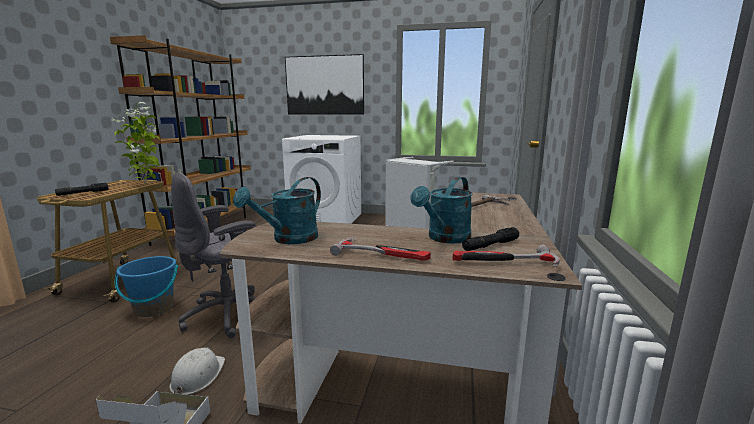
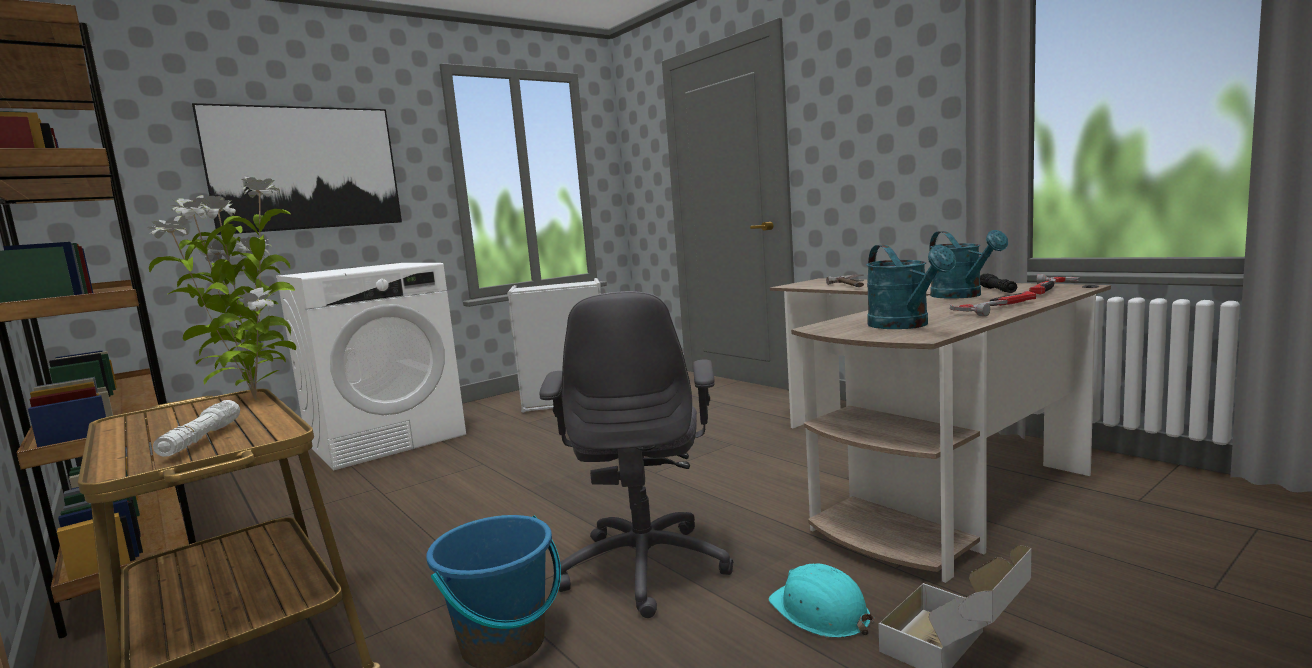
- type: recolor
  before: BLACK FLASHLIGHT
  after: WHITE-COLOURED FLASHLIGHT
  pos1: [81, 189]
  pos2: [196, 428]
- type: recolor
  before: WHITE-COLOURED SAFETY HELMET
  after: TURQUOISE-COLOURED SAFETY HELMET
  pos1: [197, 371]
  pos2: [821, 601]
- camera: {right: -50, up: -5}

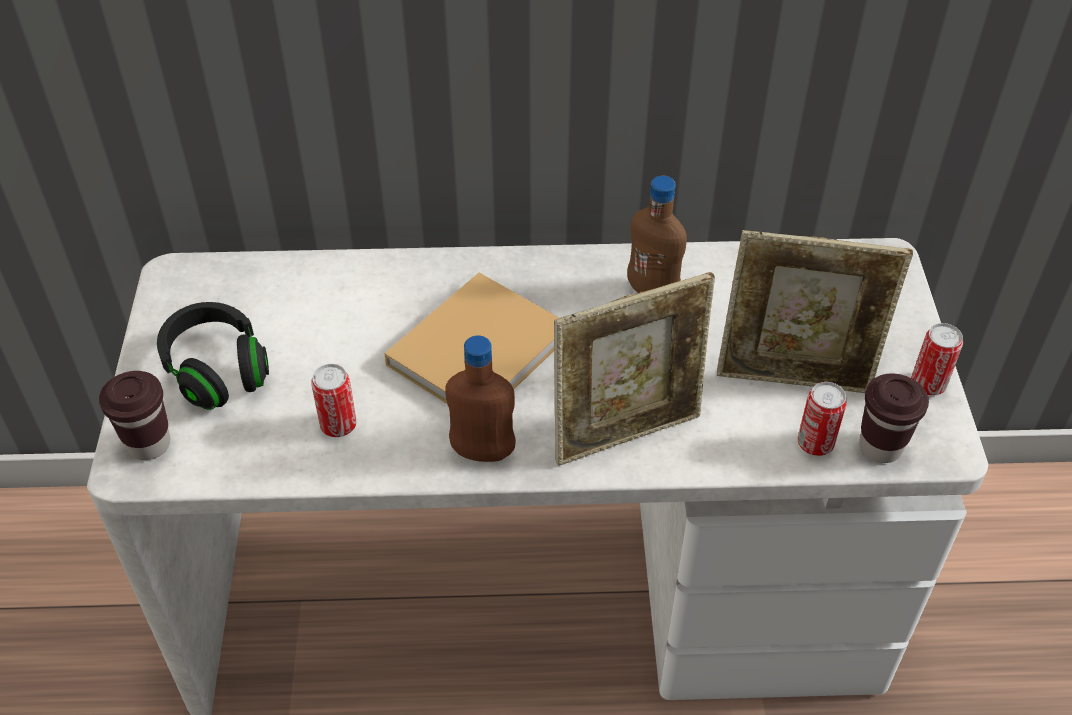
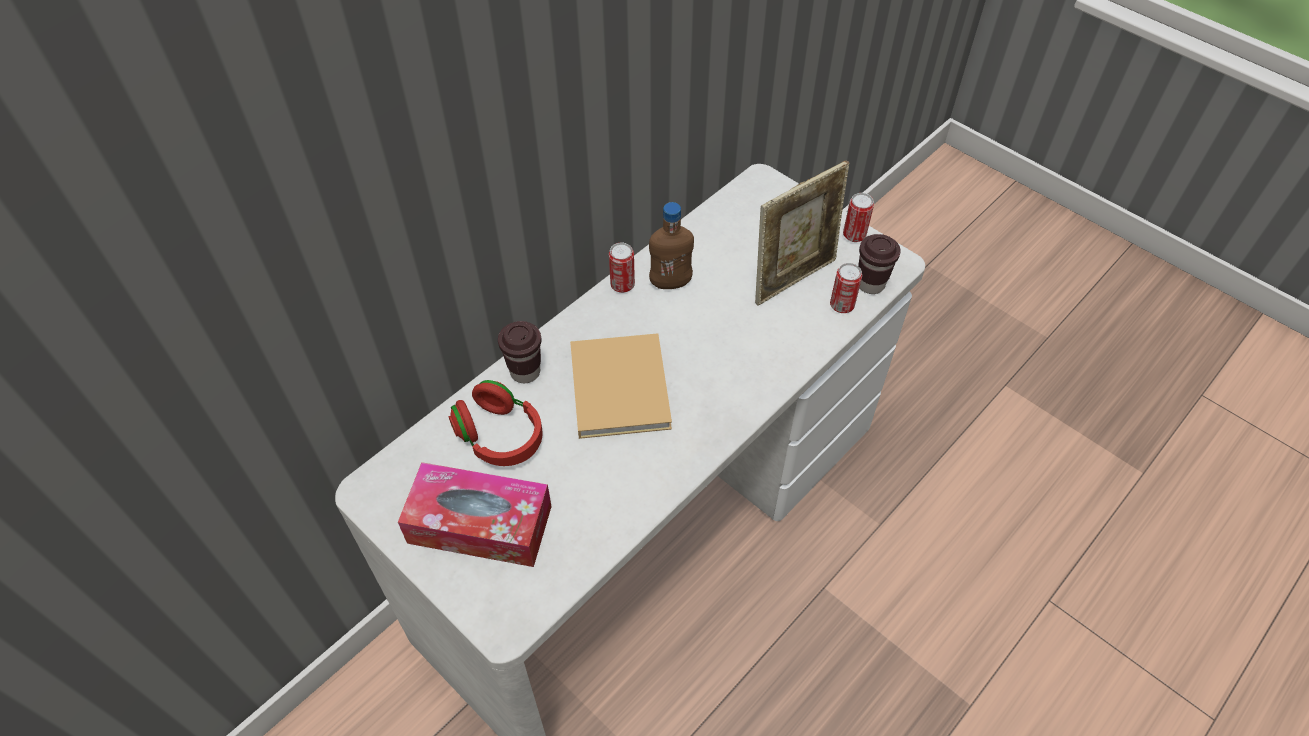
- type: move
  before: BROWN-COLOURED DRINKING CUP
  pos1: [134, 415]
  pos2: [519, 352]
- type: replace
  before: BLACK PAIR OF HEADPHONES
  after: TISSUE BOX
  pos1: [213, 356]
  pos2: [475, 514]
- type: move
  before: SEALED CAN
  pos1: [334, 400]
  pos2: [622, 268]
- type: delete
  before: BROWN-COLOURED DRINK BOTTLE
  pos1: [480, 398]
- type: delete
  before: PICTURE FRAME
  pos1: [634, 369]
- type: insert
  after: REDDISH PAIR OF HEADPHONES
  pos2: [495, 423]
- camera: {right: -45, up: 5}

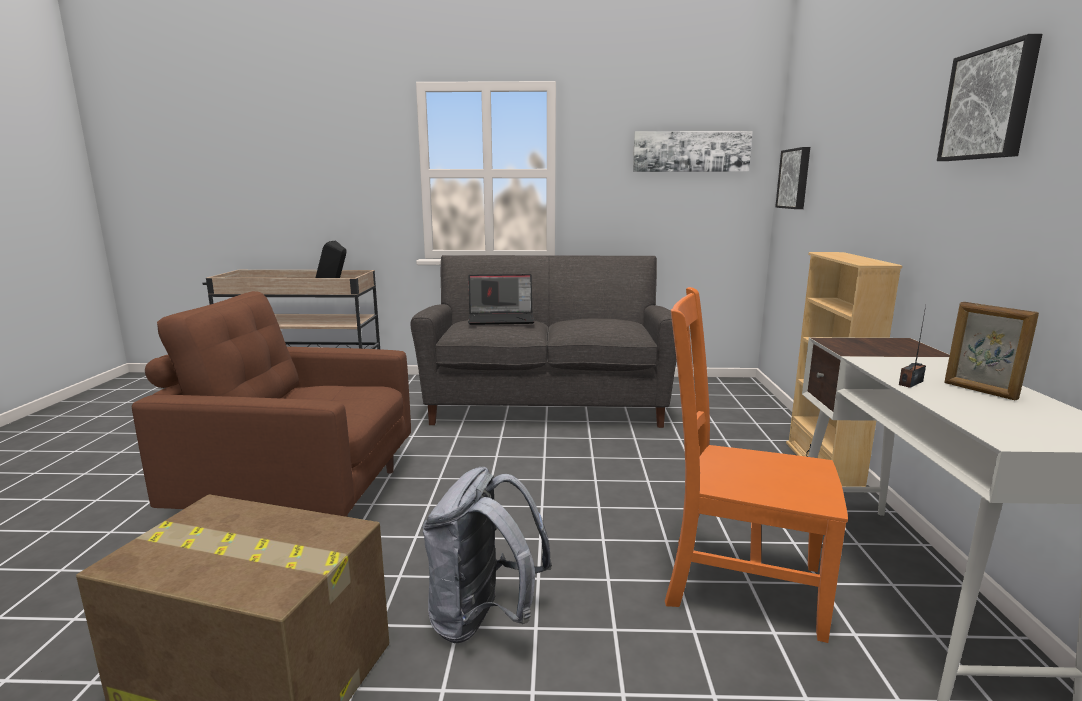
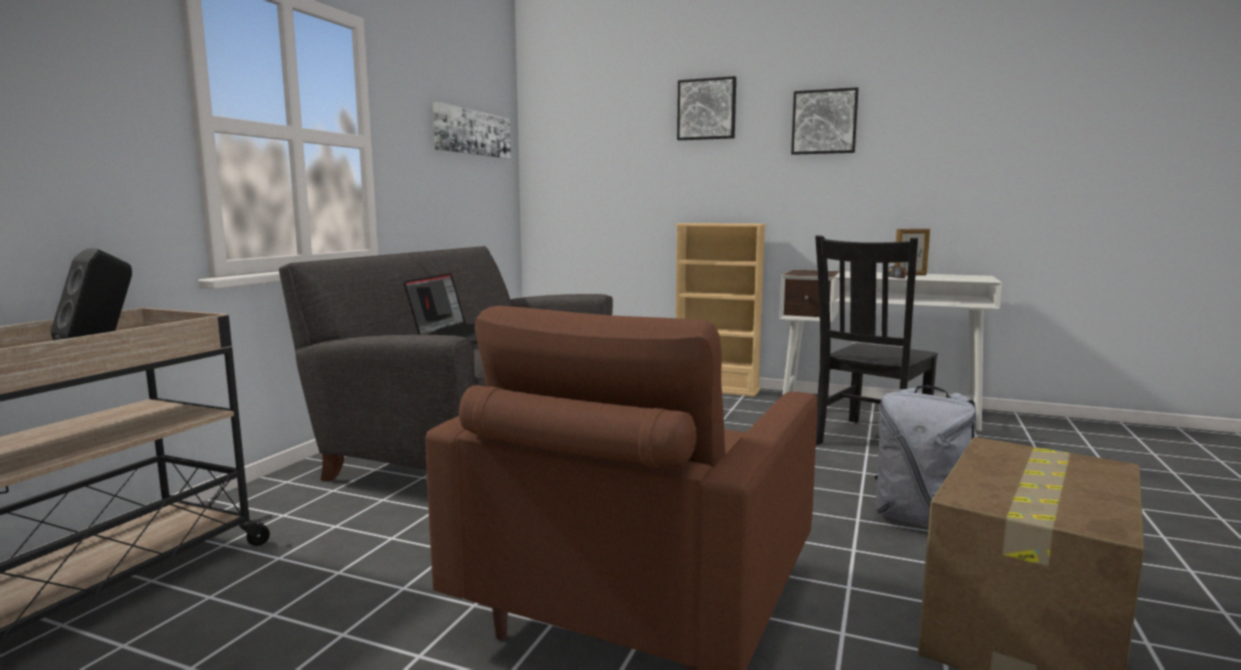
- type: recolor
  before: ORANGE-COLOURED PLAIN CHAIR
  after: BLACK PLAIN CHAIR
  pos1: [756, 465]
  pos2: [876, 340]
- type: move
  before: WALL ART
  pos1: [792, 178]
  pos2: [706, 108]
- camera: {right: -70, up: -5}

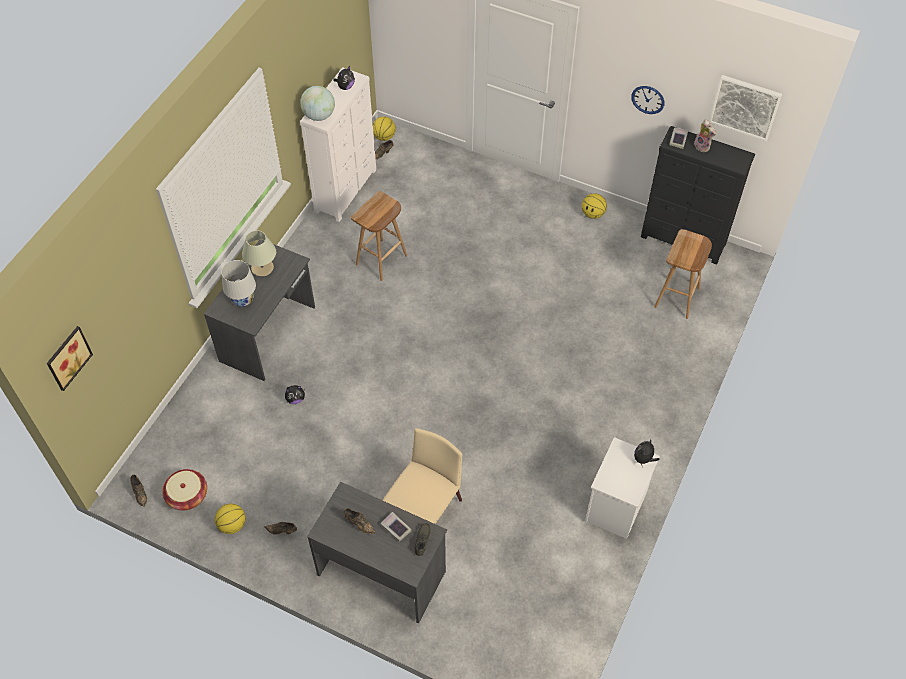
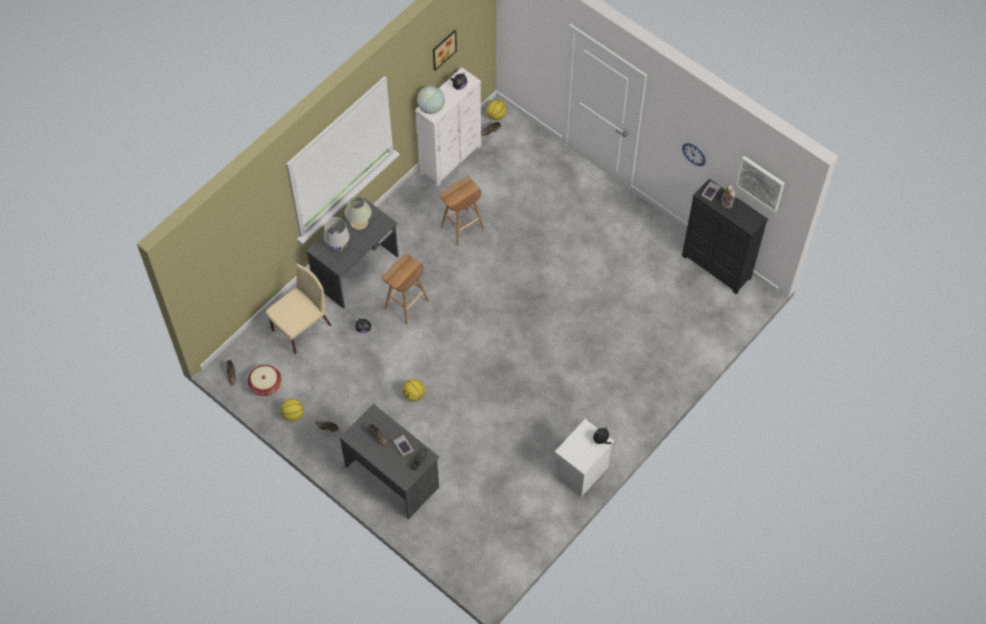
- type: move
  before: WALL ART
  pos1: [70, 358]
  pos2: [445, 50]
- type: move
  before: BEIGE-COLOURED PLAIN CHAIR
  pos1: [422, 476]
  pos2: [298, 309]
- type: move
  before: BASKETBALL BALL
  pos1: [594, 206]
  pos2: [413, 390]
- type: move
  before: BROWN-COLOURED STOOL SEAT
  pos1: [683, 274]
  pos2: [405, 289]
- camera: {right: 15, up: 5}

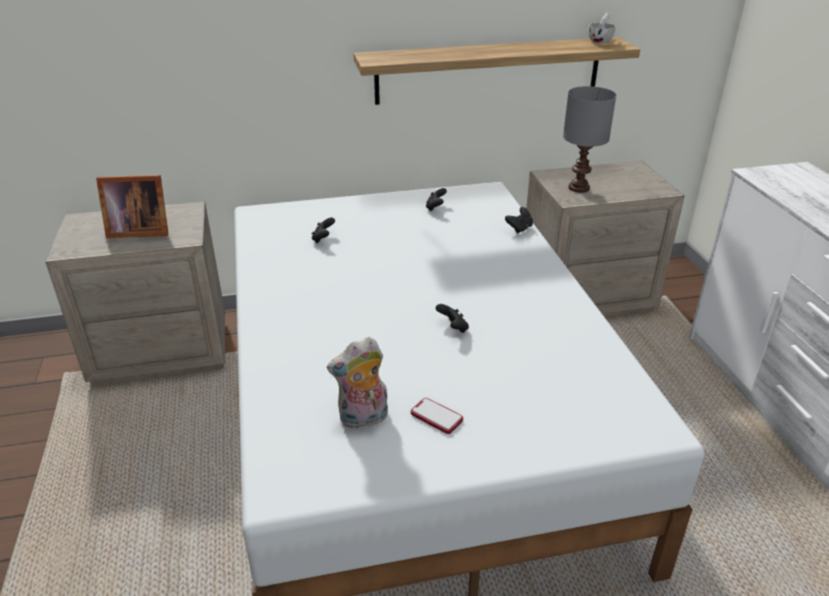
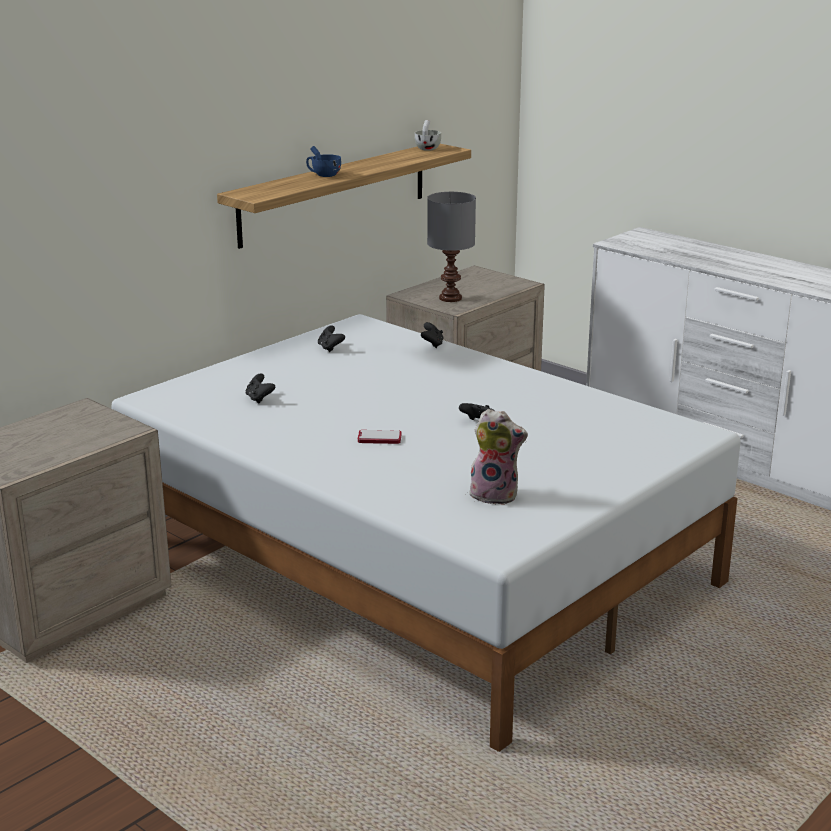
- type: delete
  before: PICTURE FRAME
  pos1: [132, 206]
- type: rotate
  before: CUDDLY TOY
  pos1: [357, 383]
  pos2: [498, 457]
  turn: -105
- type: move
  before: HANDSET
  pos1: [437, 416]
  pos2: [379, 437]
- type: insert
  after: BLUE DRINKING CUP
  pos2: [323, 161]
- camera: {right: -35, up: -10}

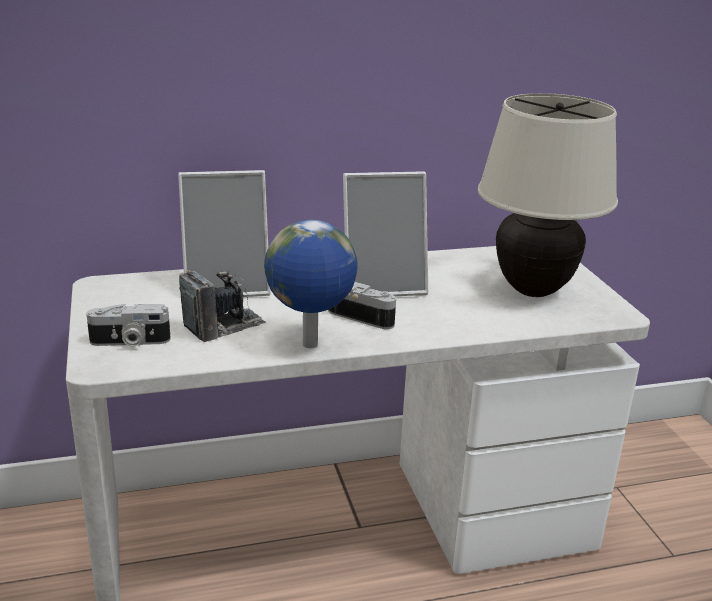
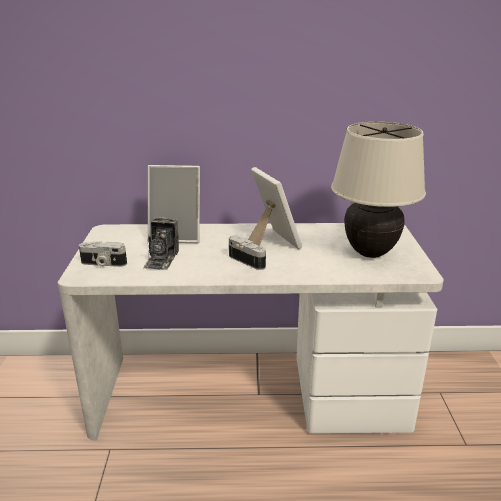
- type: rotate
  before: STILL CAMERA
  pos1: [223, 306]
  pos2: [161, 243]
  turn: 120
- type: delete
  before: DESK GLOBE
  pos1: [311, 284]
- type: rotate
  before: PICTURE FRAME
  pos1: [385, 233]
  pos2: [275, 208]
  turn: -120
- camera: {right: 15, up: 0}

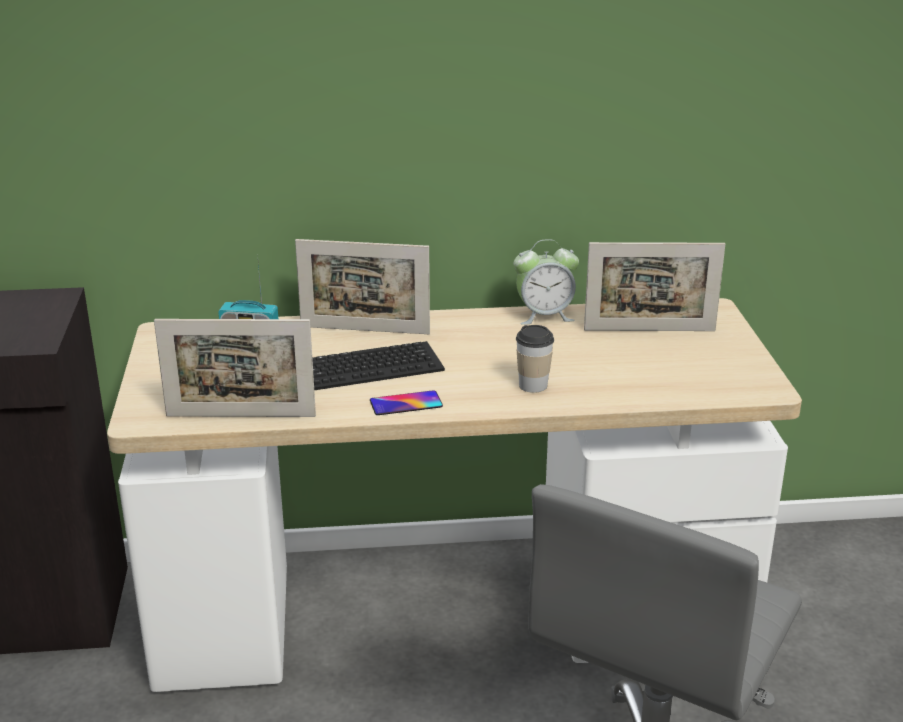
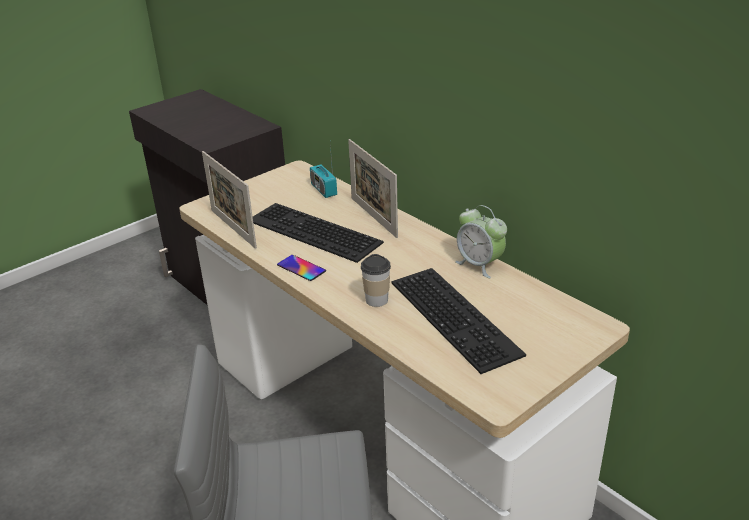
- type: delete
  before: PICTURE FRAME
  pos1: [654, 286]
- type: insert
  after: PC KEYBOARD
  pos2: [458, 321]
- camera: {right: 55, up: 5}

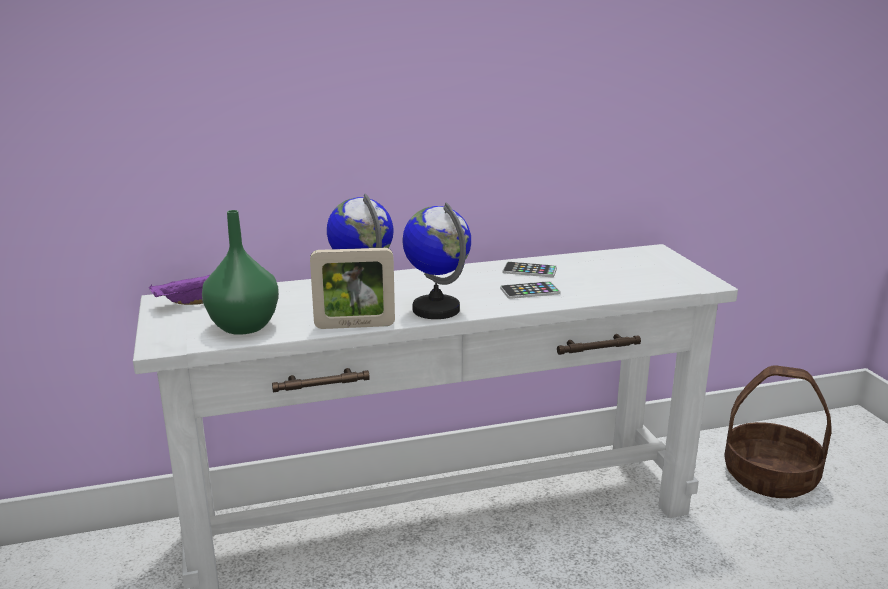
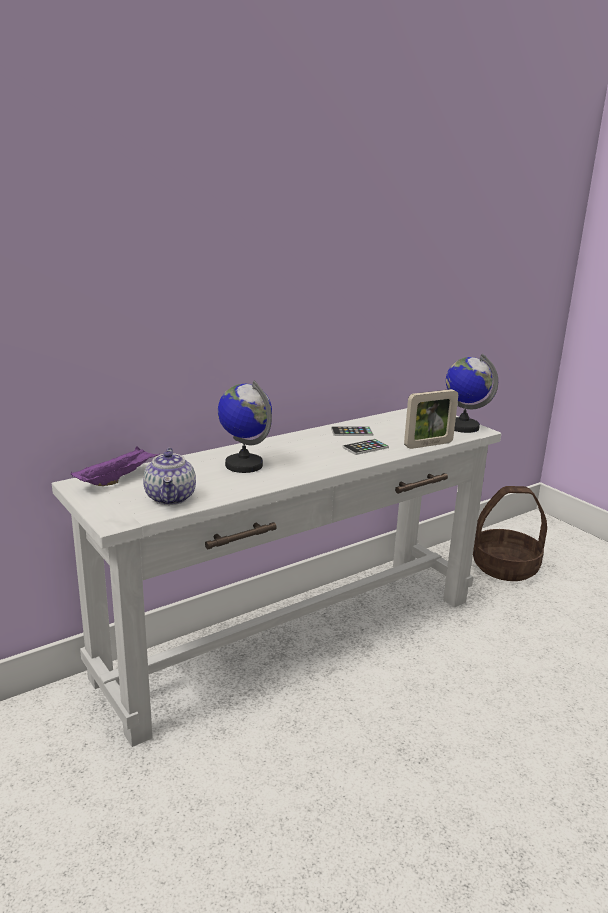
- type: replace
  before: GREENISH VASE
  after: TEA POT
  pos1: [240, 272]
  pos2: [169, 476]
- type: move
  before: PICTURE FRAME
  pos1: [352, 288]
  pos2: [431, 419]
- type: move
  before: DESK GLOBE
  pos1: [436, 260]
  pos2: [472, 393]
- camera: {right: -20, up: 0}

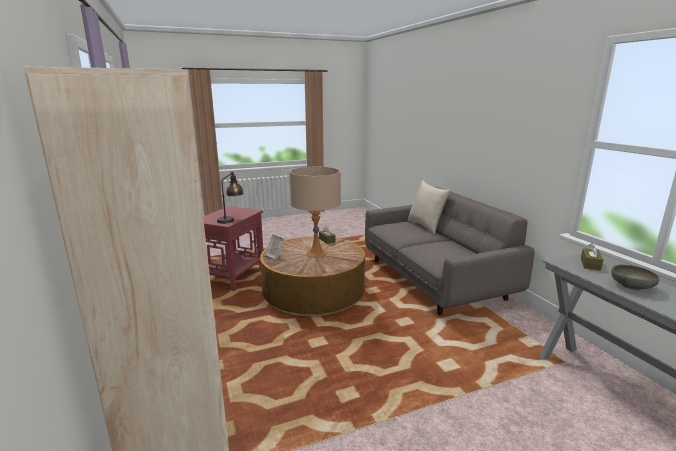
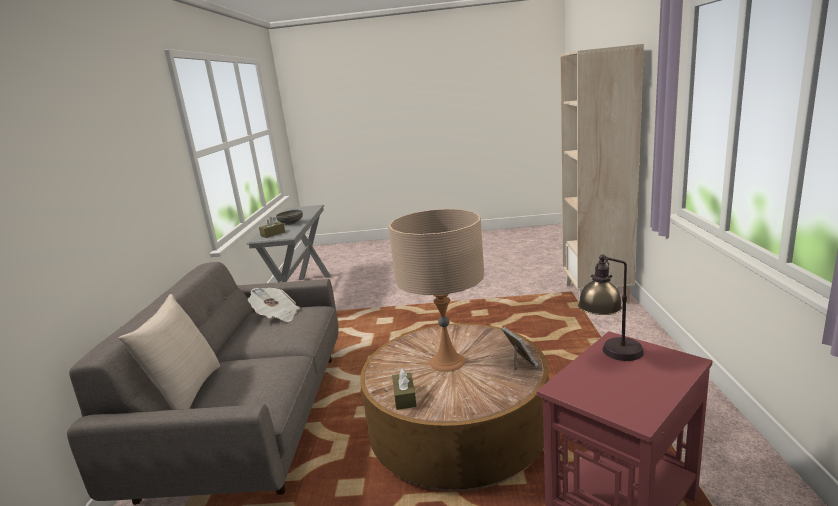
- type: insert
  after: PRINTED PAPER
  pos2: [274, 305]
- camera: {right: -155, up: 0}

